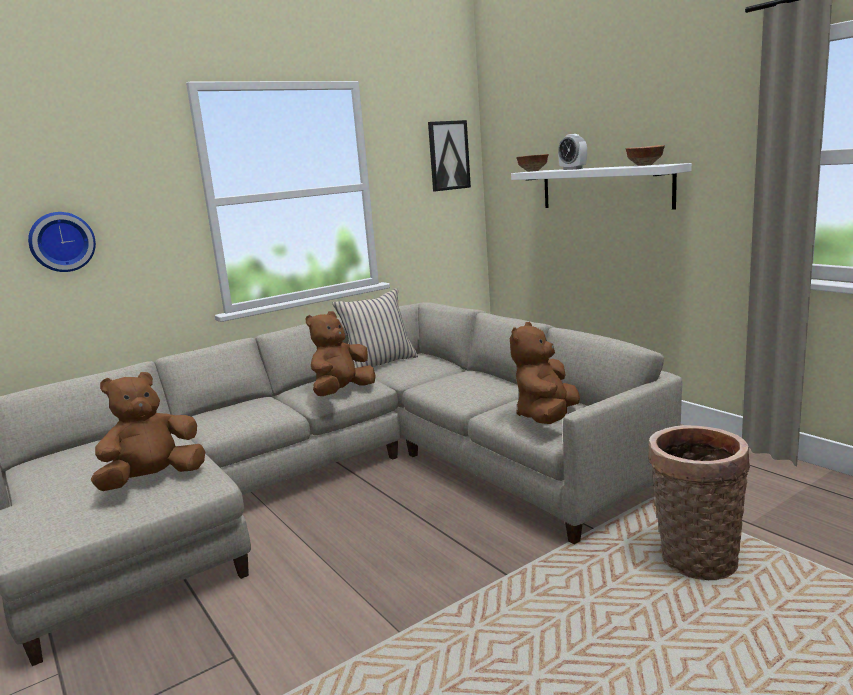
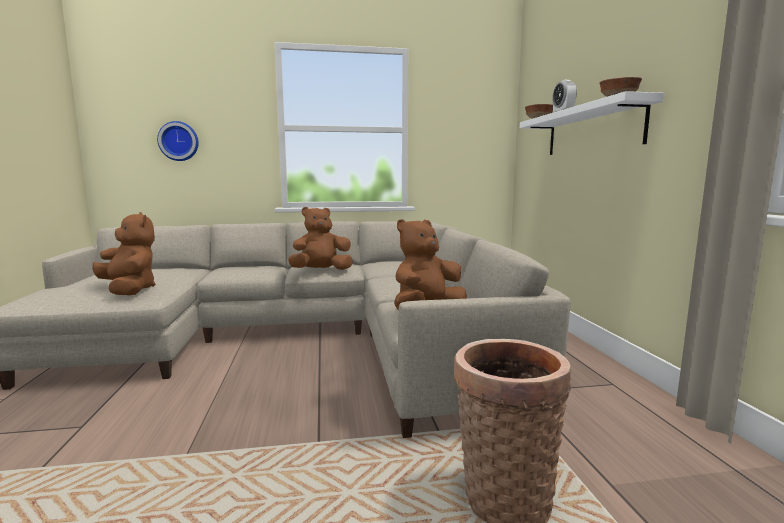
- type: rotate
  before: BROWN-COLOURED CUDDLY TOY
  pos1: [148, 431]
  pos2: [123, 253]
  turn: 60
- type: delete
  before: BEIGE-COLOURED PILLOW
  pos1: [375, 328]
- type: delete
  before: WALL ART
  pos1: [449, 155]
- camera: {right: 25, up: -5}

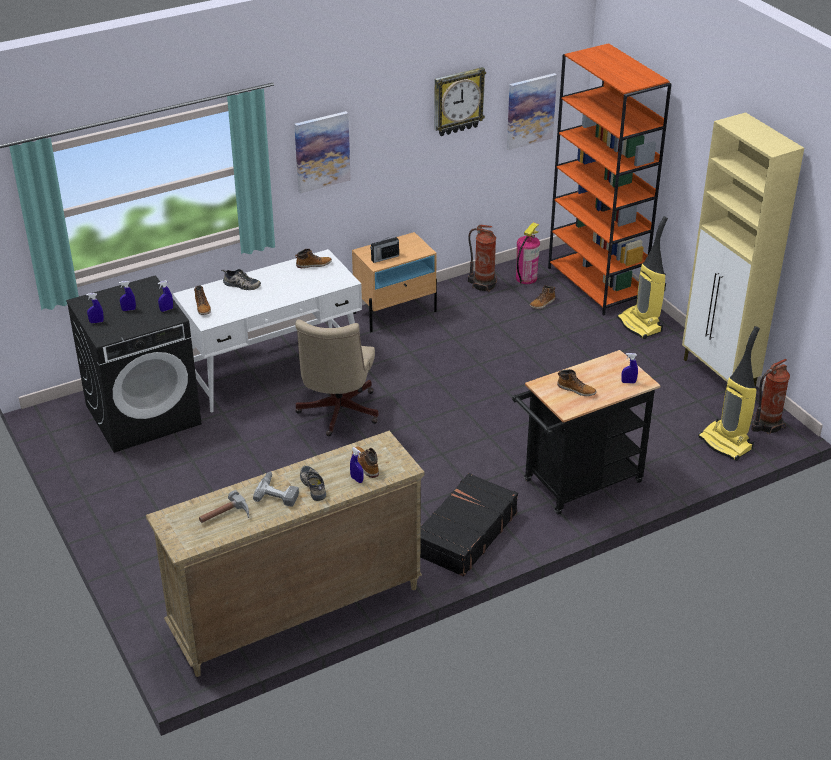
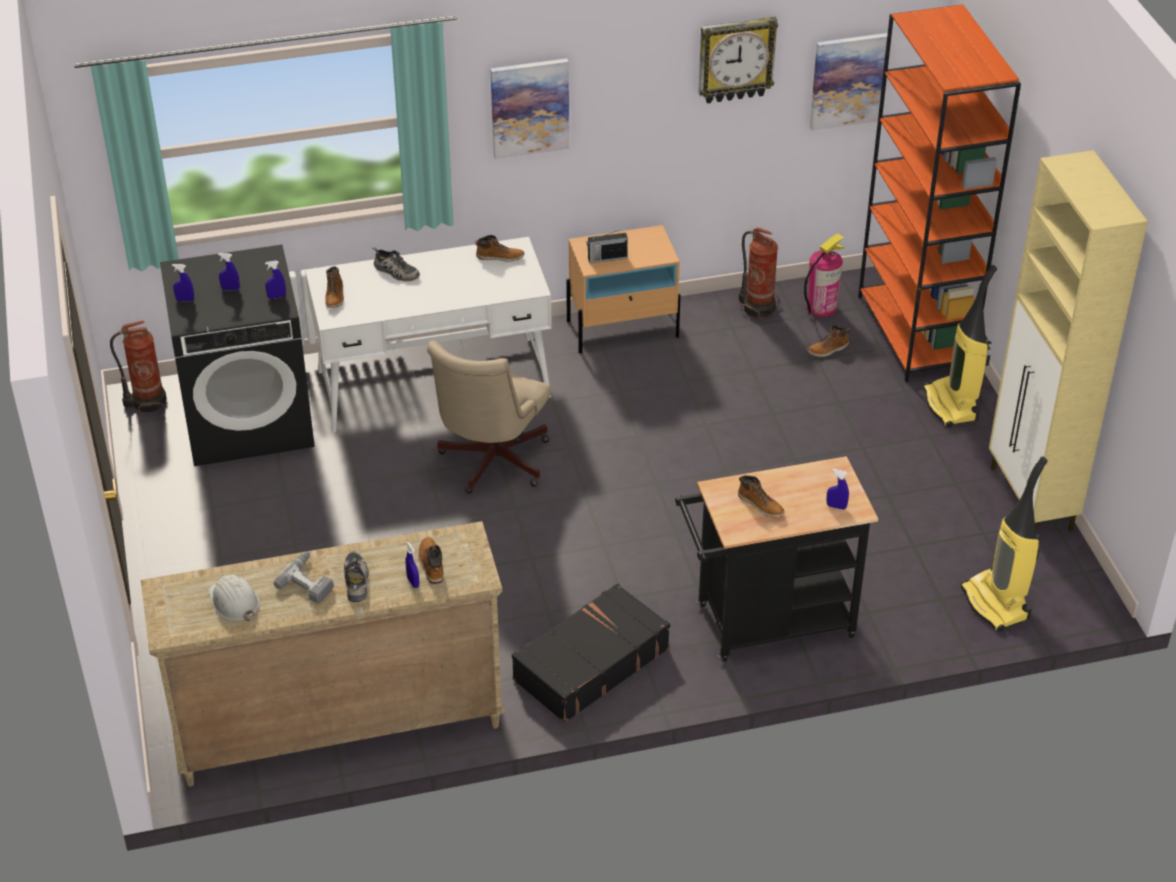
- type: replace
  before: HAMMER
  after: WHITE-COLOURED SAFETY HELMET
  pos1: [224, 506]
  pos2: [234, 598]
- type: move
  before: EXTINGUISHER
  pos1: [770, 396]
  pos2: [138, 367]
- camera: {right: 15, up: 5}

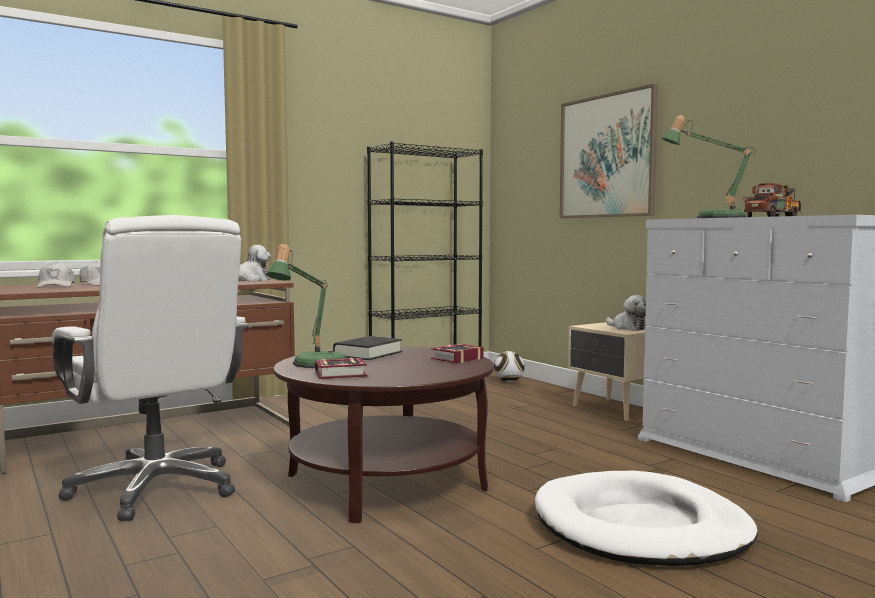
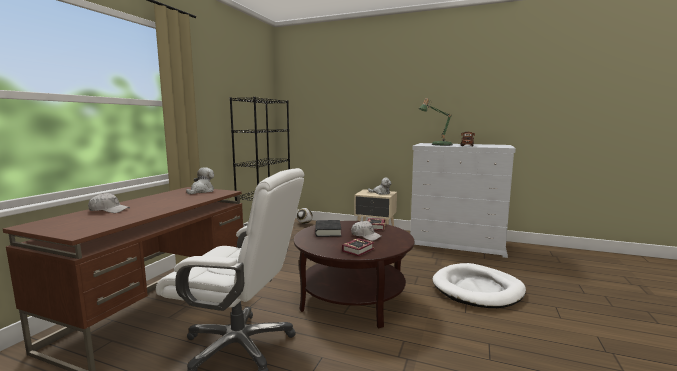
- type: move
  before: WHITE-COLOURED BASEBALL CAP
  pos1: [56, 275]
  pos2: [366, 231]
- type: delete
  before: TABLETOP LAMP
  pos1: [306, 306]
- type: delete
  before: WALL ART
  pos1: [609, 151]
- camera: {right: -35, up: 5}

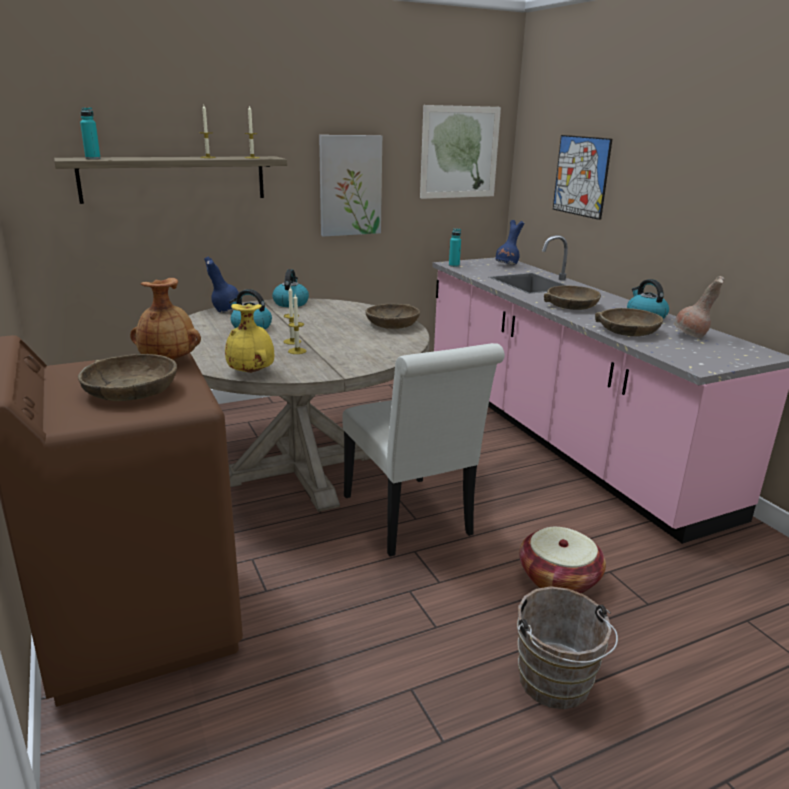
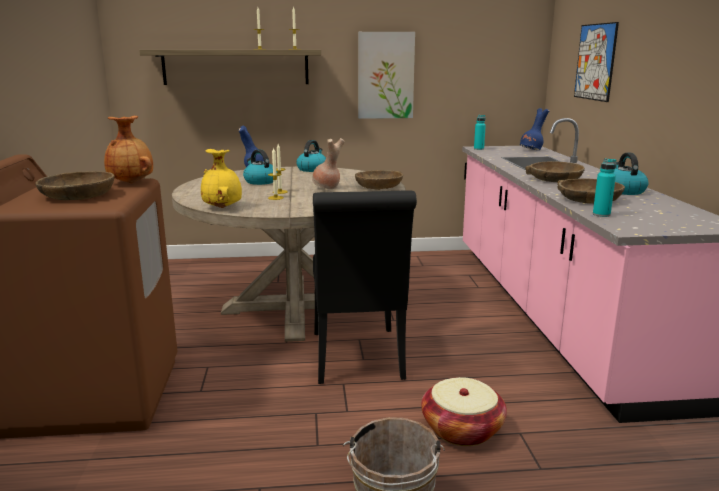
- type: move
  before: TURQUOISE-COLOURED DRINK BOTTLE
  pos1: [90, 133]
  pos2: [604, 187]
- type: recolor
  before: WHITE-COLOURED PLAIN CHAIR
  after: BLACK PLAIN CHAIR
  pos1: [423, 450]
  pos2: [365, 287]
- type: delete
  before: WALL ART
  pos1: [460, 152]
- type: move
  before: BROWN-COLOURED VASE
  pos1: [699, 307]
  pos2: [328, 163]
- camera: {right: 20, up: -5}

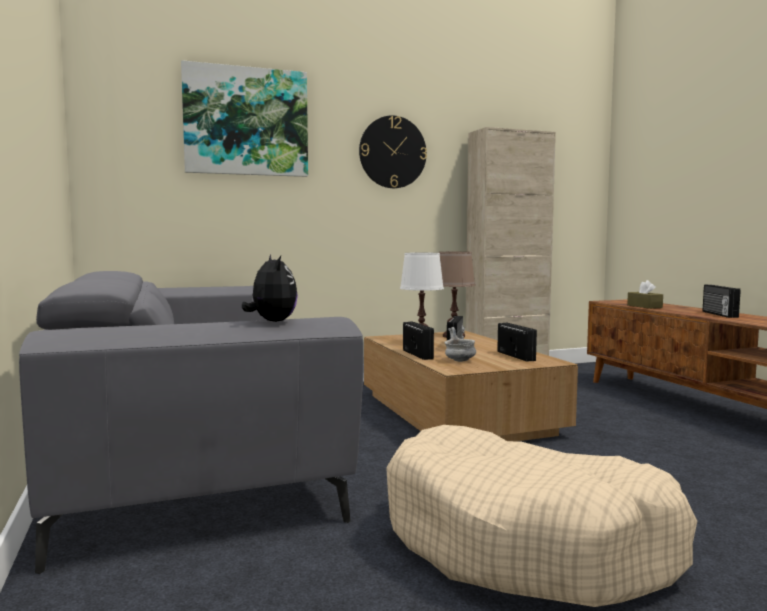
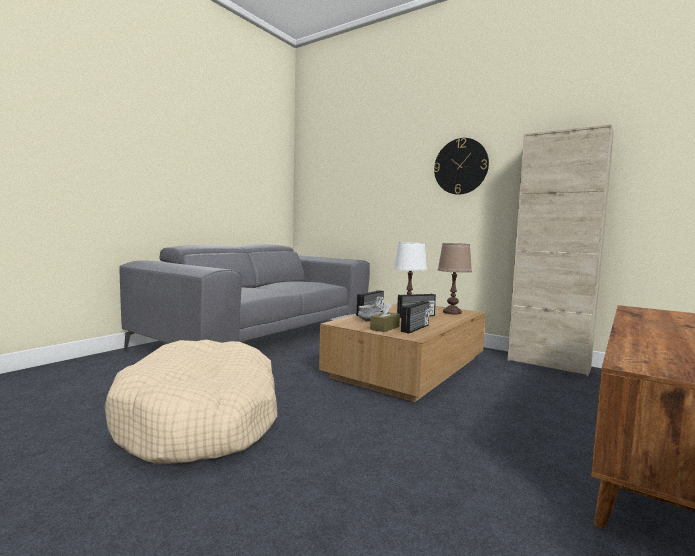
- type: delete
  before: WALL ART
  pos1: [244, 118]
- type: delete
  before: CUDDLY TOY
  pos1: [270, 288]
- type: move
  before: BROWN-COLOURED TISSUE BOX
  pos1: [645, 294]
  pos2: [385, 317]
- type: delete
  before: RADIO RECEIVER
  pos1: [721, 301]
- camera: {right: 55, up: 0}

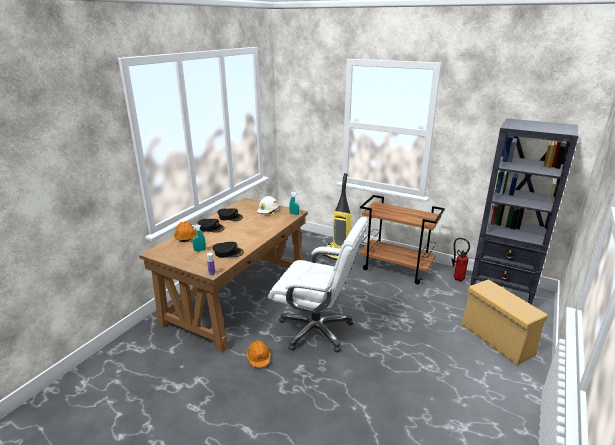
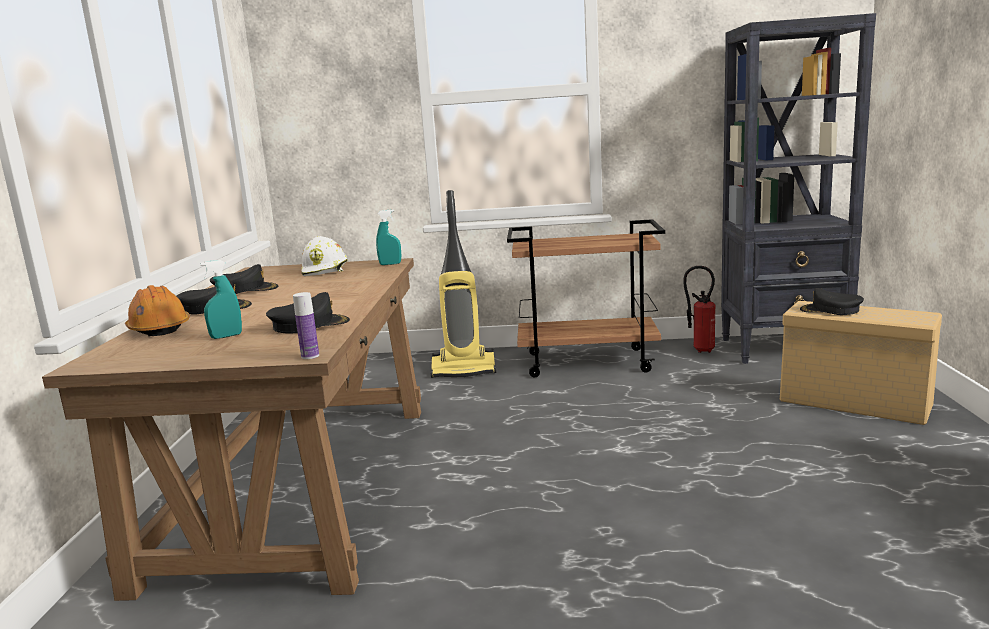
- type: delete
  before: ORANGE-COLOURED SAFETY HELMET
  pos1: [259, 354]
- type: delete
  before: WHITE-COLOURED OFFICE CHAIR
  pos1: [318, 285]
- type: insert
  after: BLACK BASEBALL CAP
  pos2: [832, 301]
- camera: {right: -25, up: -10}

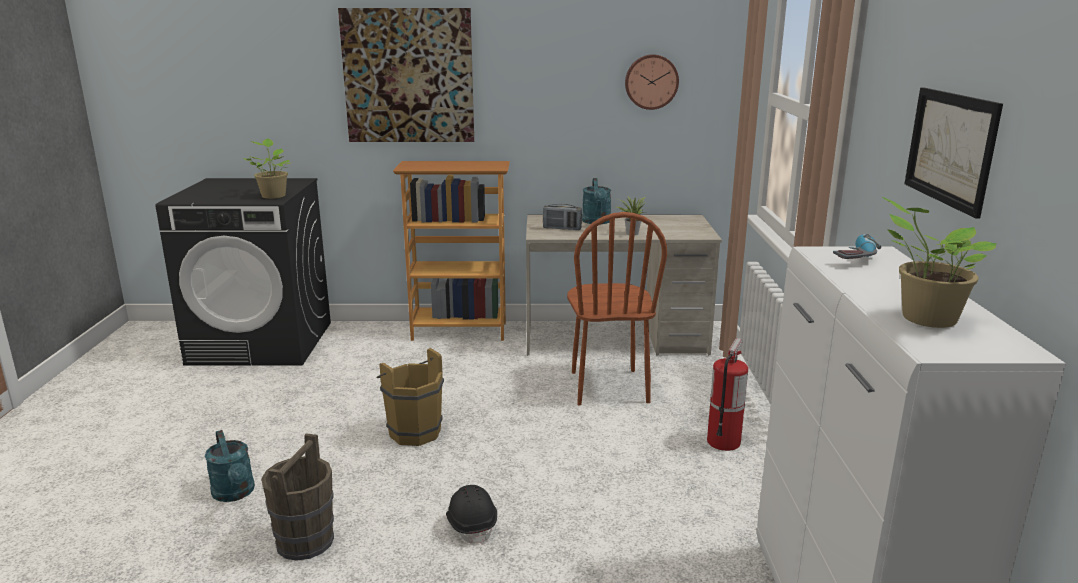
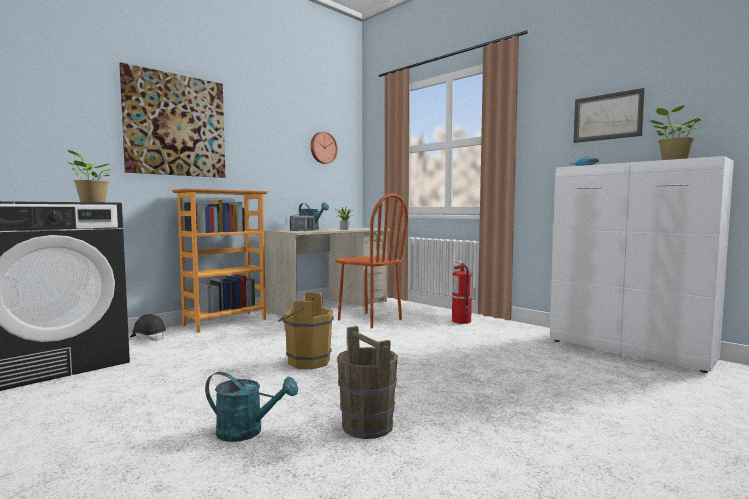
- type: move
  before: BLACK SAFETY HELMET
  pos1: [471, 515]
  pos2: [148, 327]
- camera: {right: -45, up: -15}

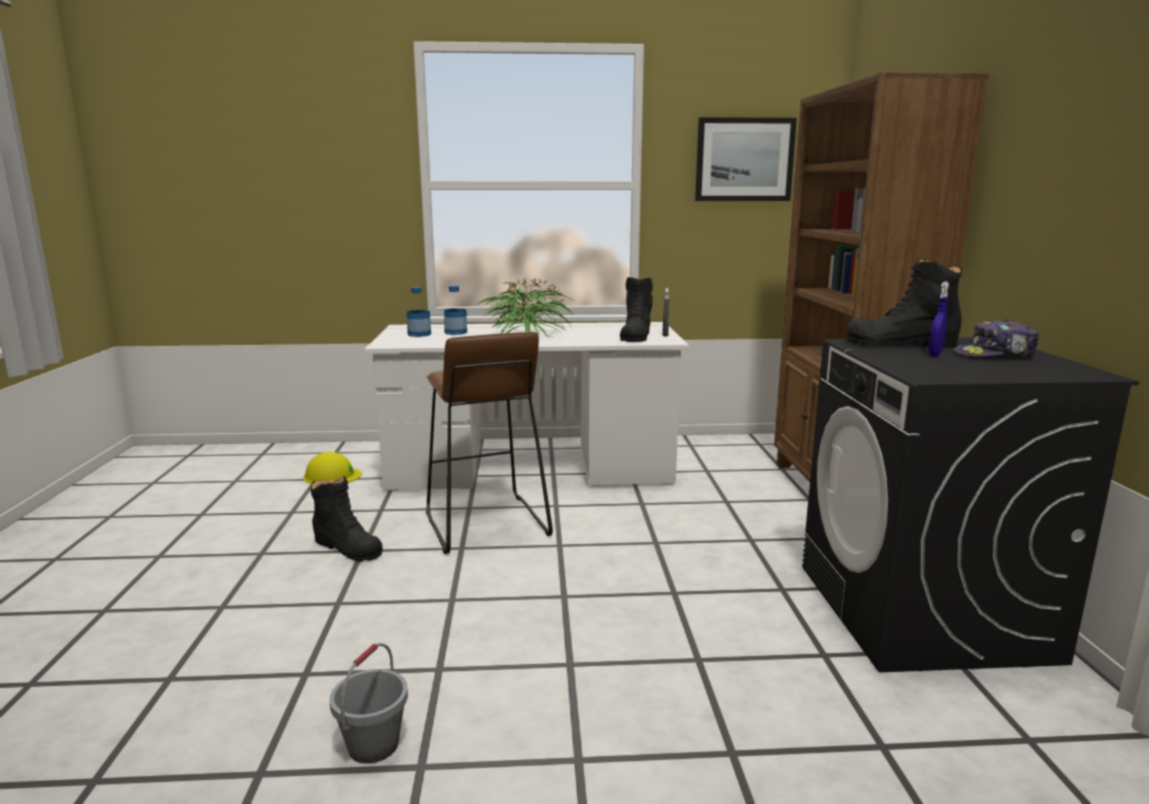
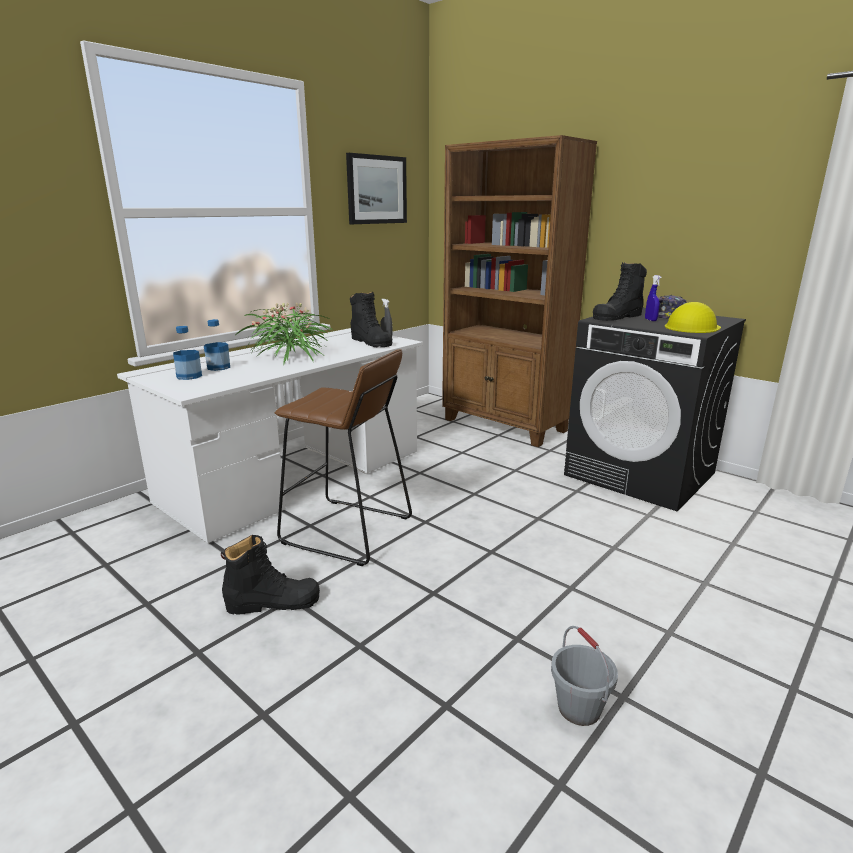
- type: move
  before: YELLOWISH SAFETY HELMET
  pos1: [332, 468]
  pos2: [693, 317]
- camera: {right: -45, up: 5}

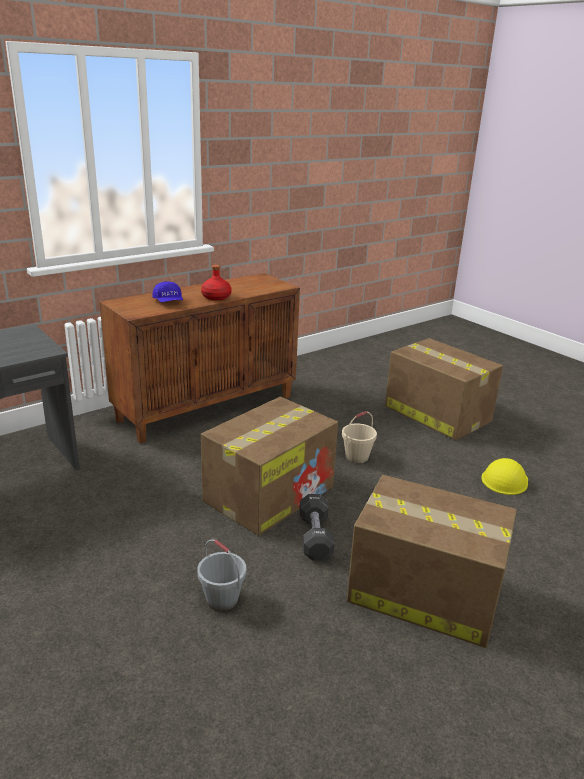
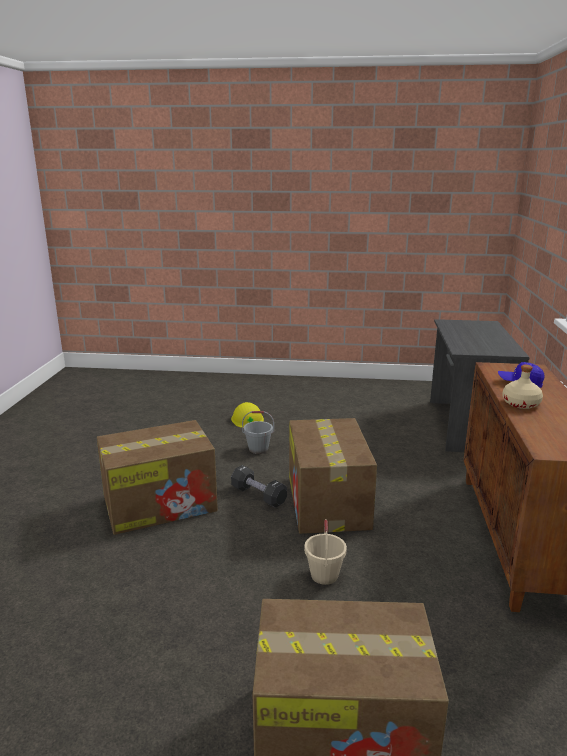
- type: recolor
  before: REDDISH DRINK BOTTLE
  after: BEIGE-COLOURED DRINK BOTTLE
  pos1: [216, 283]
  pos2: [522, 387]
- type: move
  before: YELLOWISH SAFETY HELMET
  pos1: [504, 476]
  pos2: [247, 415]
- camera: {right: 135, up: -5}

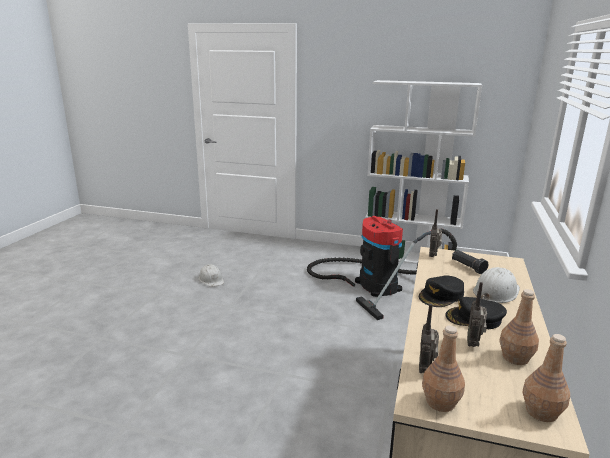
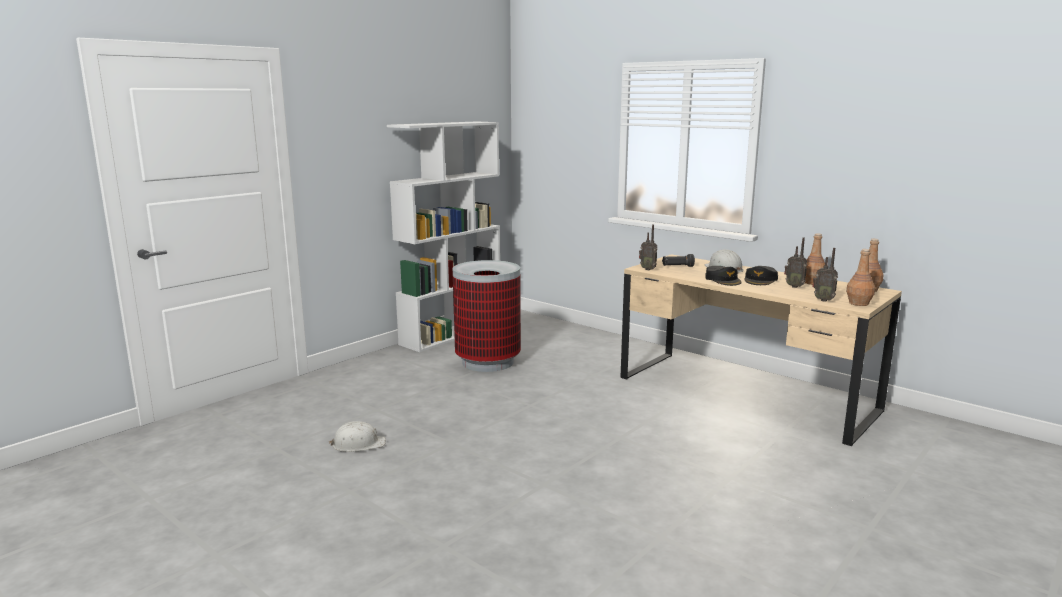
- type: replace
  before: HOOVER
  after: TRASH CAN
  pos1: [382, 268]
  pos2: [487, 316]
- camera: {right: -65, up: -5}

